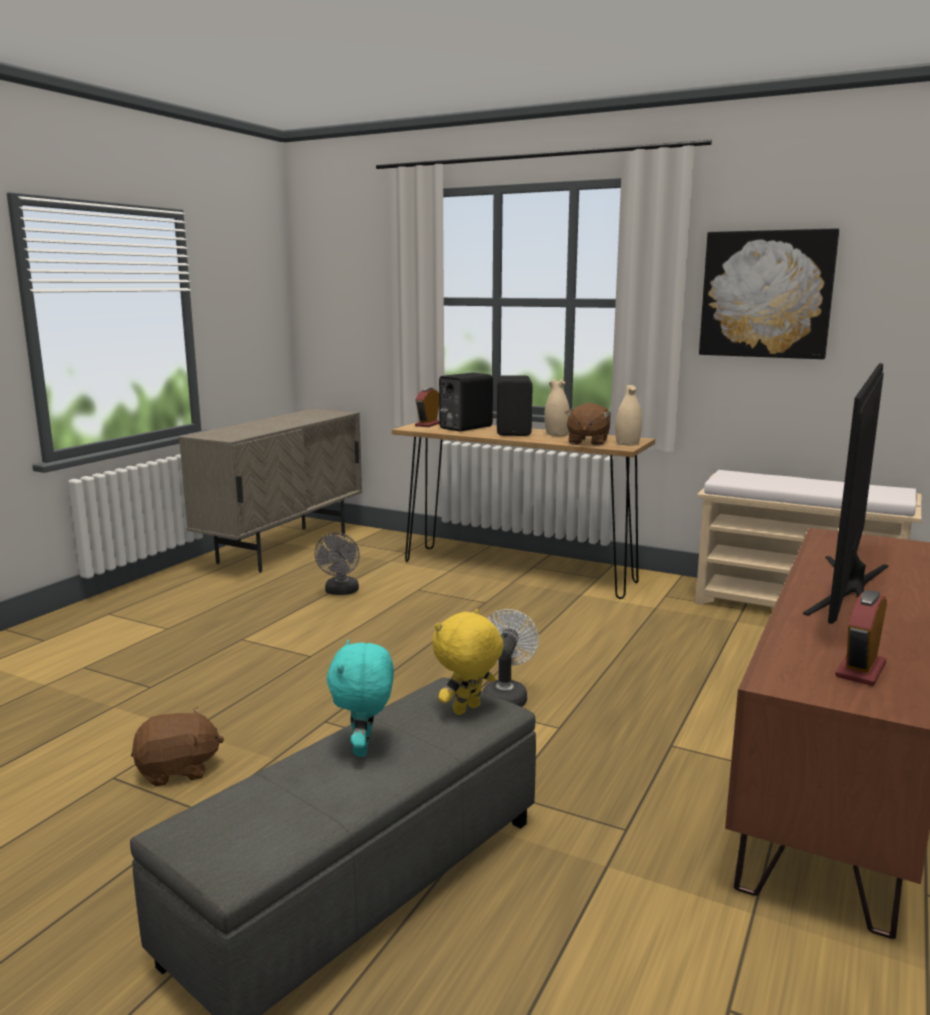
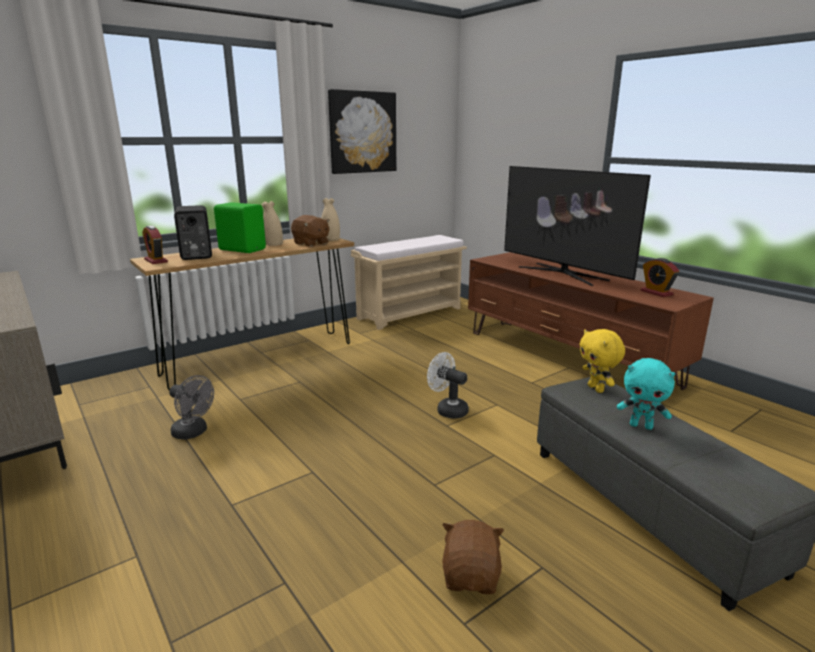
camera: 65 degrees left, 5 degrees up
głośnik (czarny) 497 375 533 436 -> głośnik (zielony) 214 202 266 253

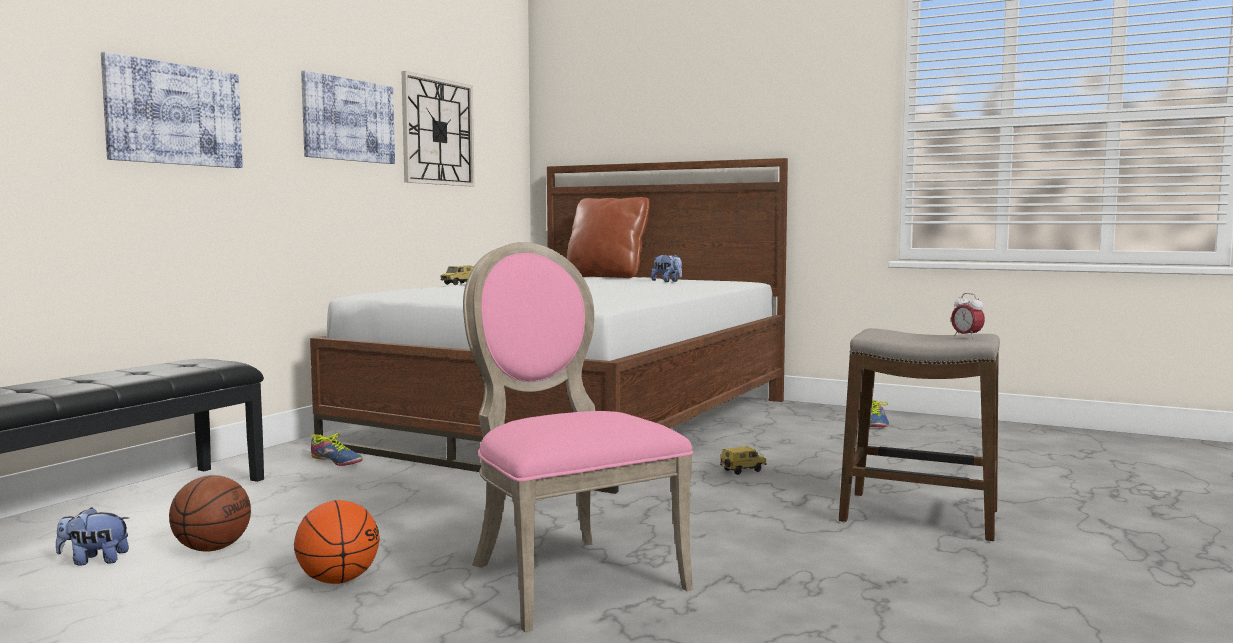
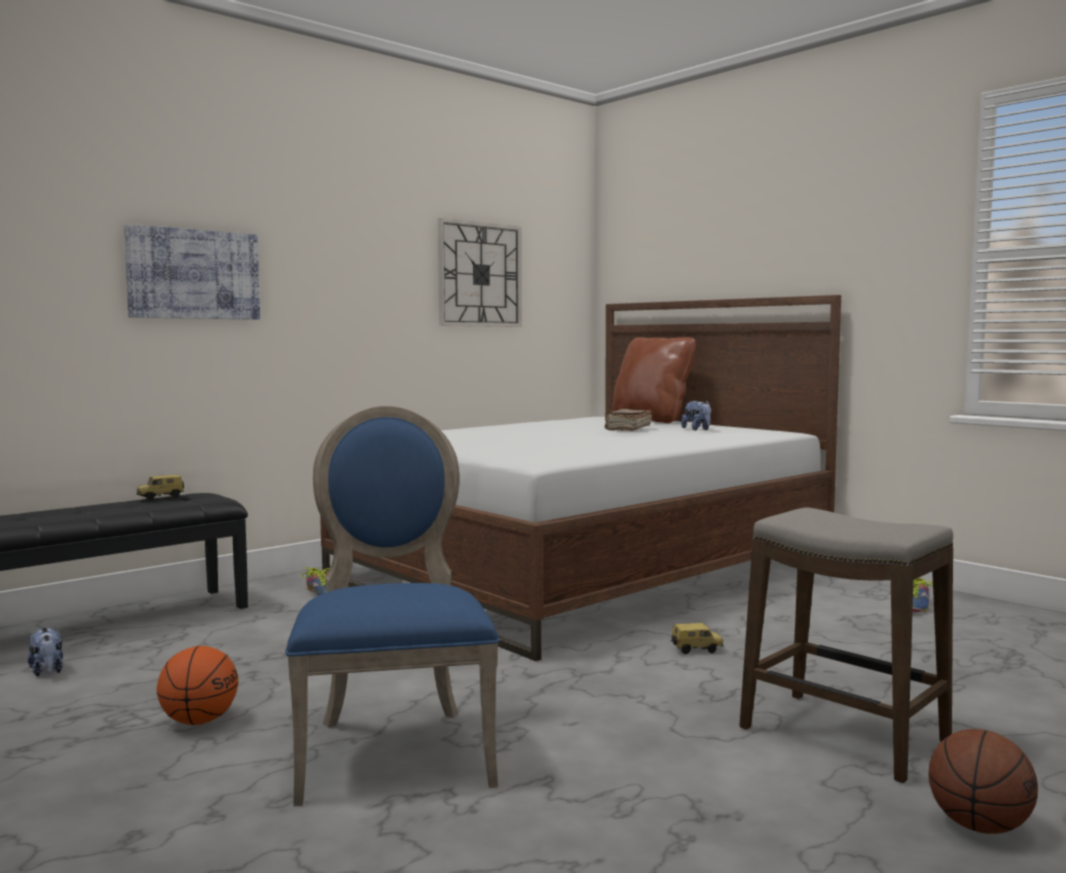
camera: 20 degrees right, 0 degrees up
pluszak 56 507 129 566 -> pluszak 28 628 63 677, 135 degrees counterclockwise
piłka do koszykówki 169 475 251 552 -> piłka do koszykówki 929 729 1038 834, shifted
obraz 301 70 395 164 -> none
samochodzik 440 266 474 285 -> samochodzik 136 475 184 501, shifted
krzesło (różowy) 463 242 693 632 -> krzesło (niebieski) 285 406 500 806
budzik 951 293 985 337 -> none
none -> książka (brązowy) 604 409 652 431

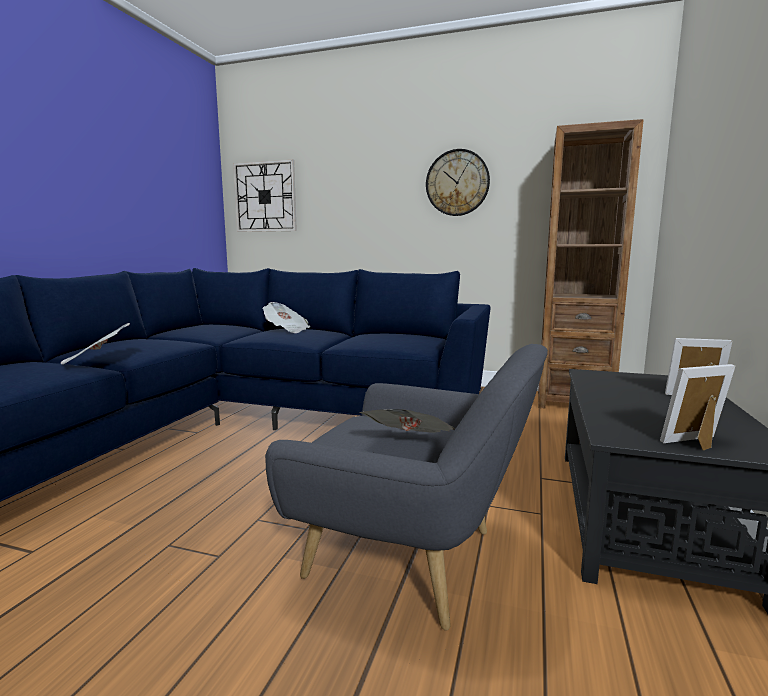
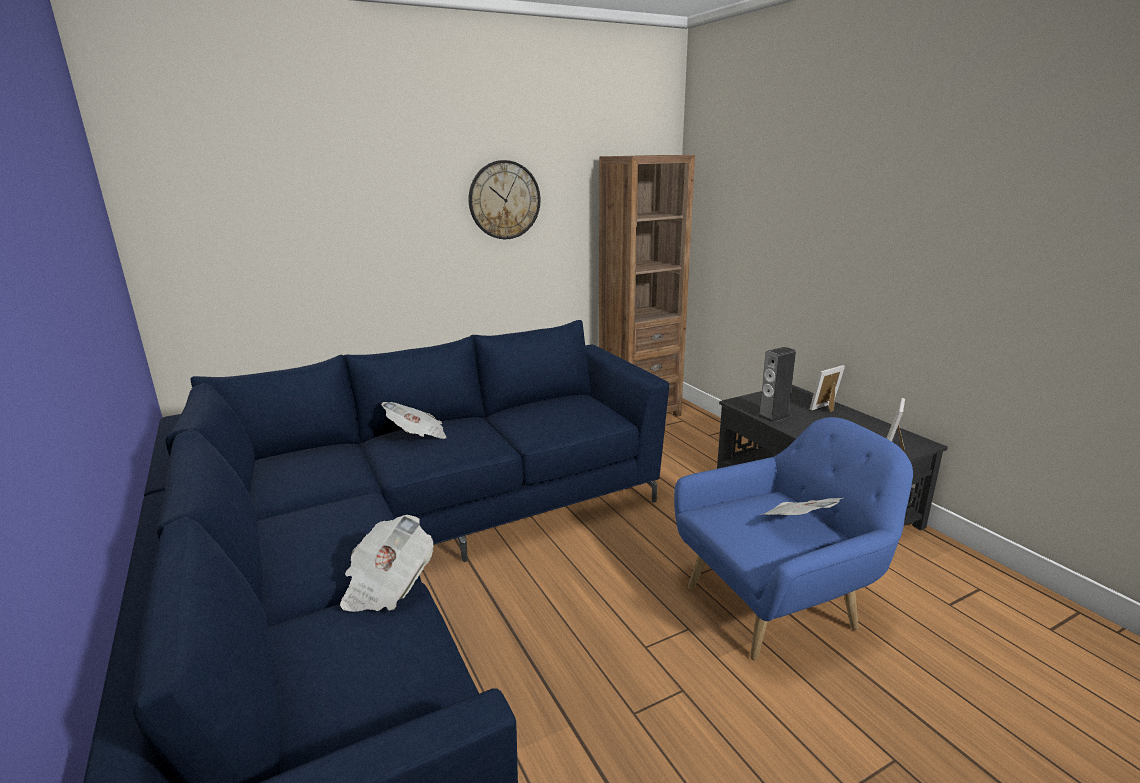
camera: 45 degrees left, 10 degrees up
zegar ścienny 233 159 297 232 -> none
fotel (szary) 265 344 548 630 -> fotel (niebieski) 674 417 913 661
none -> głośnik 757 347 796 423

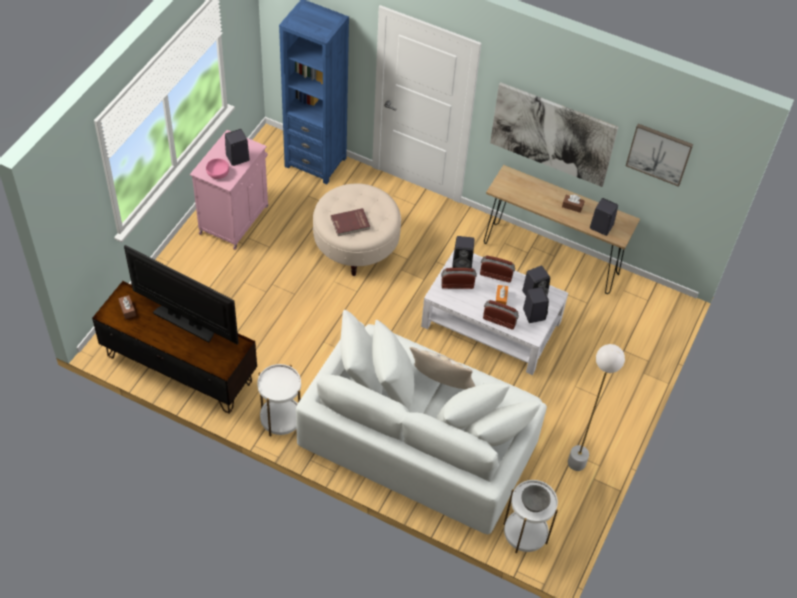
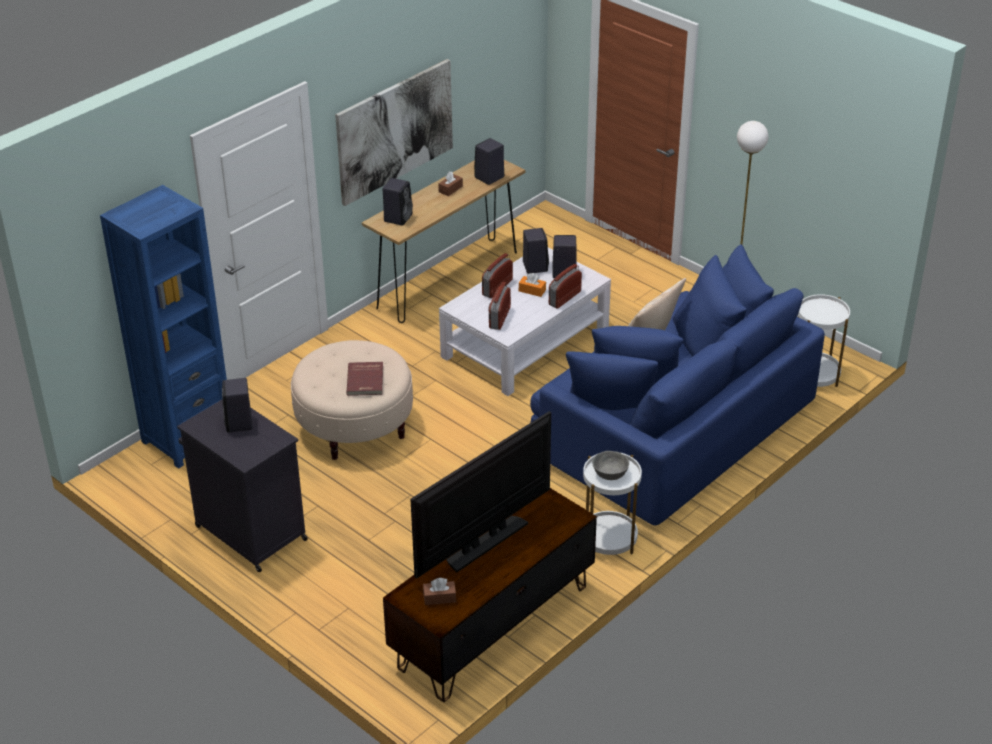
camera: 70 degrees left, 15 degrees down
szafka (różowy) 190 130 269 250 -> szafka (czarny) 177 400 308 572
miska (różowy) 206 158 229 179 -> none
kanapa (biały) 296 310 547 534 -> kanapa (niebieski) 530 244 825 525
głośnik (czarny) 452 236 474 268 -> głośnik (czarny) 383 178 413 226, shifted
miska (szary) 521 485 551 512 -> miska (szary) 592 451 629 480, shifted
obraz 626 124 693 187 -> none

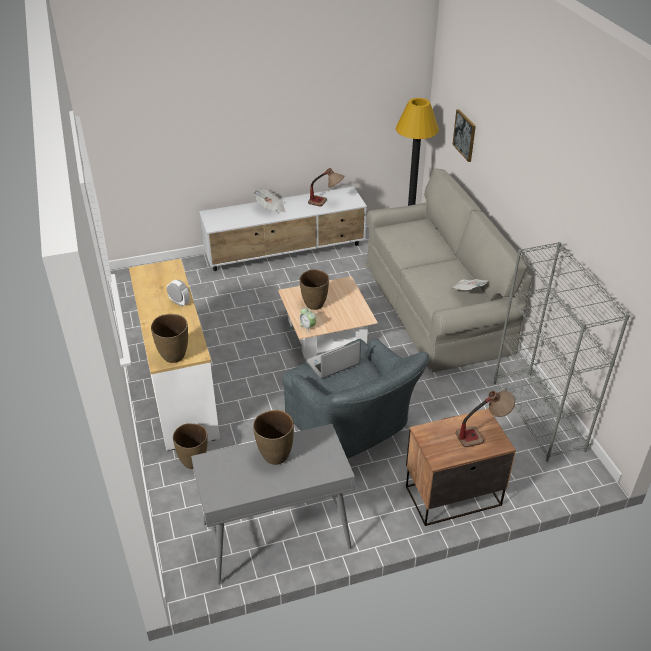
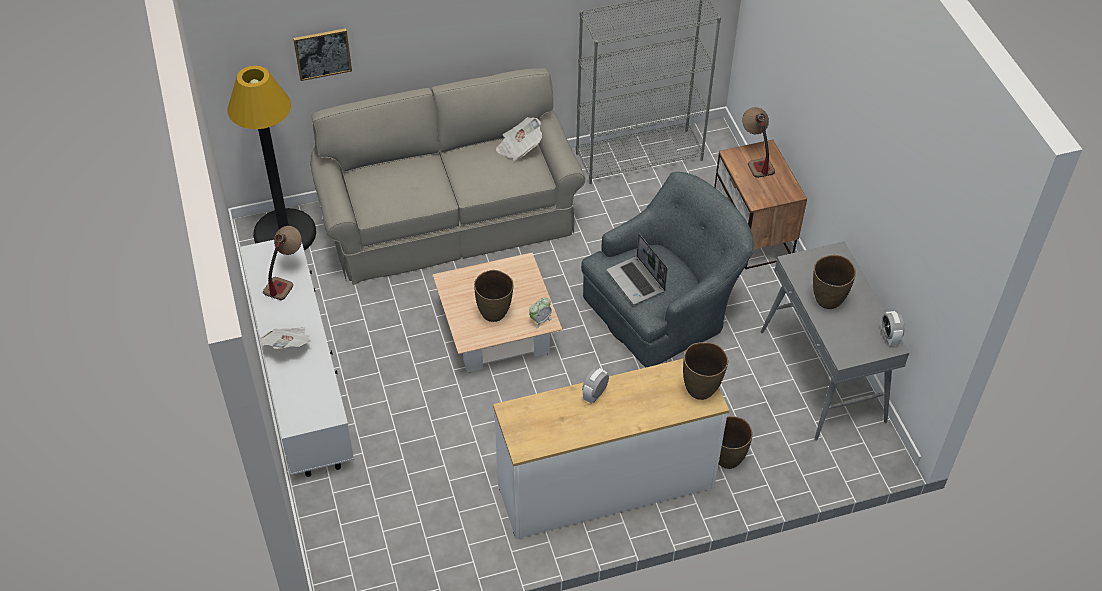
camera: 90 degrees left, 10 degrees up
none -> budzik 882 311 904 346

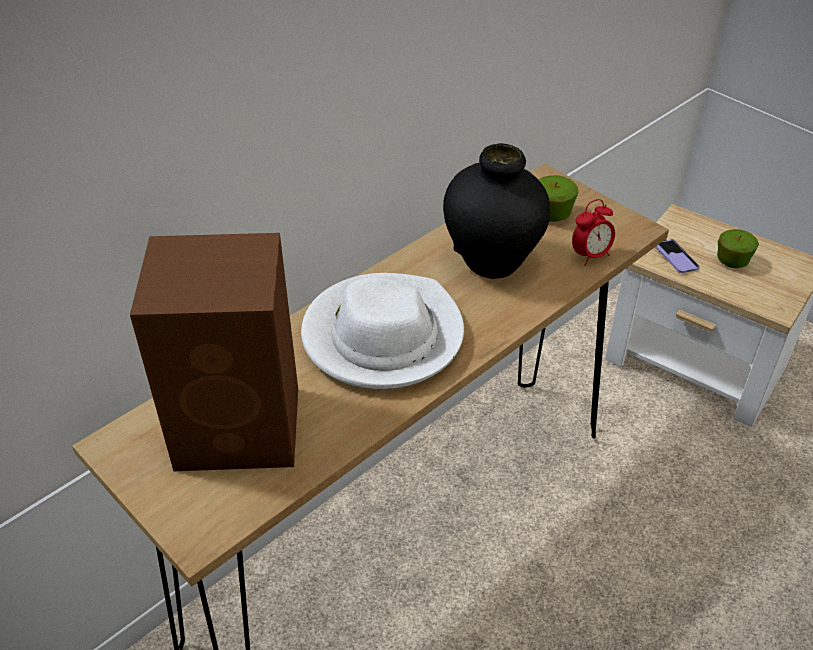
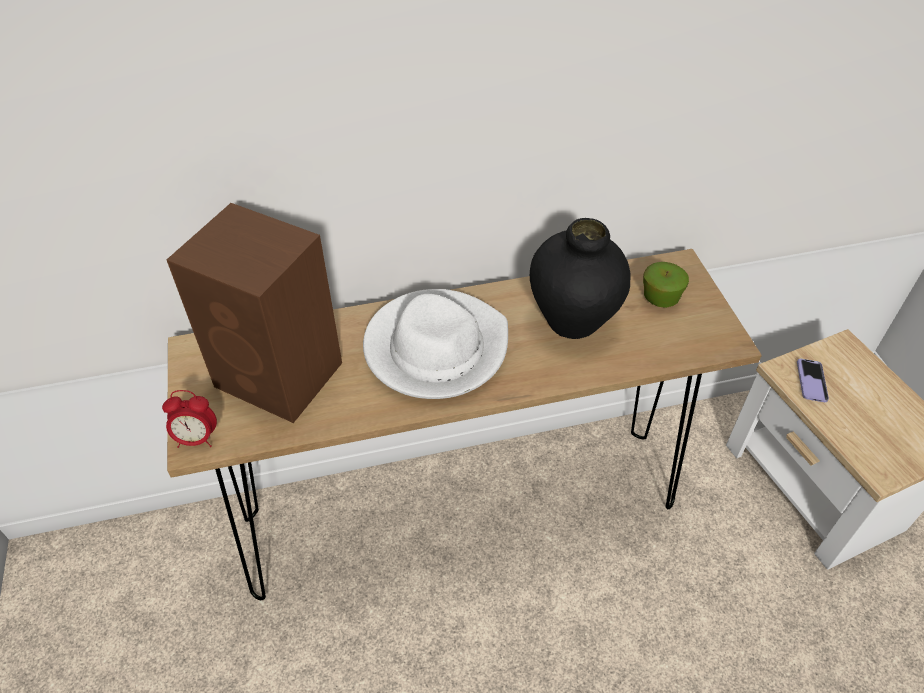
camera: 30 degrees right, 5 degrees up
budzik 572 199 615 266 -> budzik 162 390 217 448, shifted
jabłko 717 229 759 268 -> none

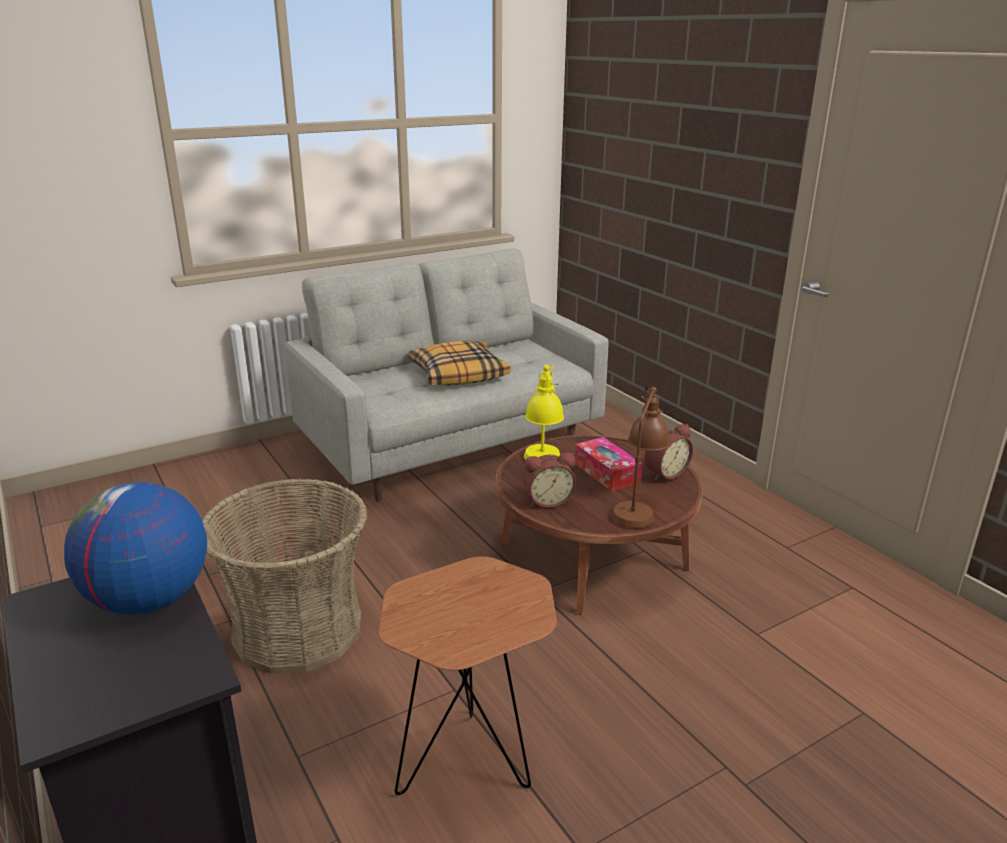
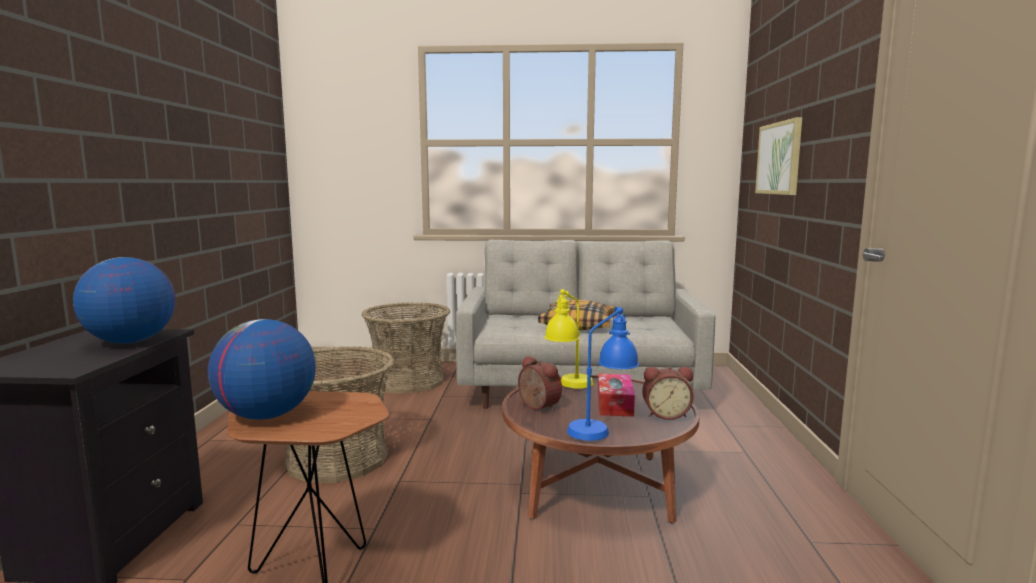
camera: 35 degrees right, 15 degrees down
budzik 523 452 576 508 -> budzik 518 356 562 411, 150 degrees counterclockwise
lampa stołowa (brązowy) 611 386 670 528 -> lampa stołowa (niebieski) 567 307 639 441
none -> globus 208 319 315 420
none -> koszyk 361 302 450 393
none -> obraz 755 117 802 195

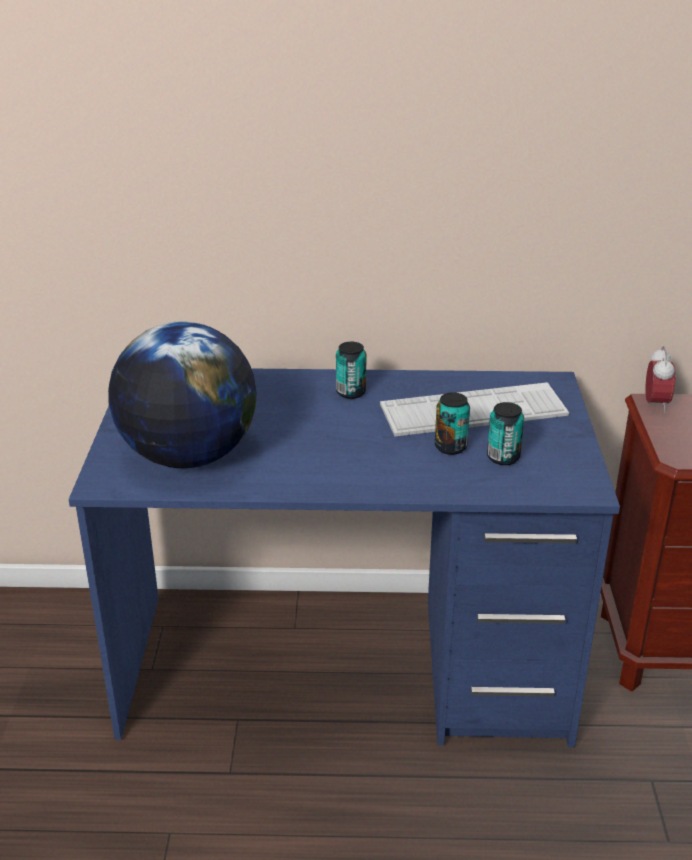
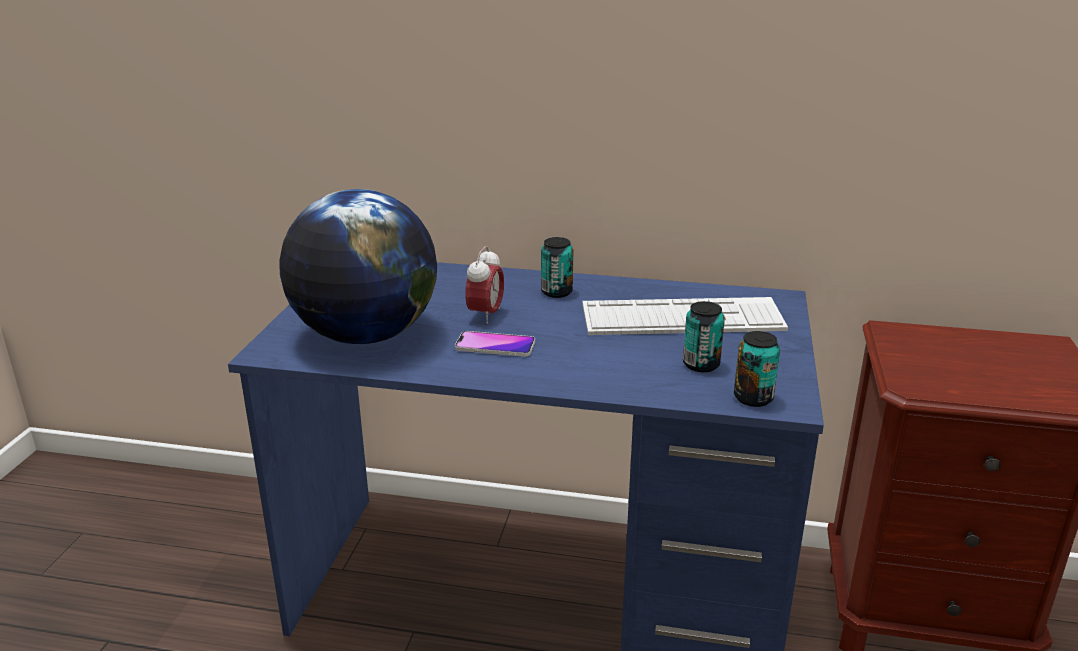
camera: 10 degrees right, 5 degrees down
puszka 435 392 470 455 -> puszka 734 331 780 407, shifted
budzik 645 346 675 413 -> budzik 465 246 504 324, shifted
none -> telefon 455 331 535 357

